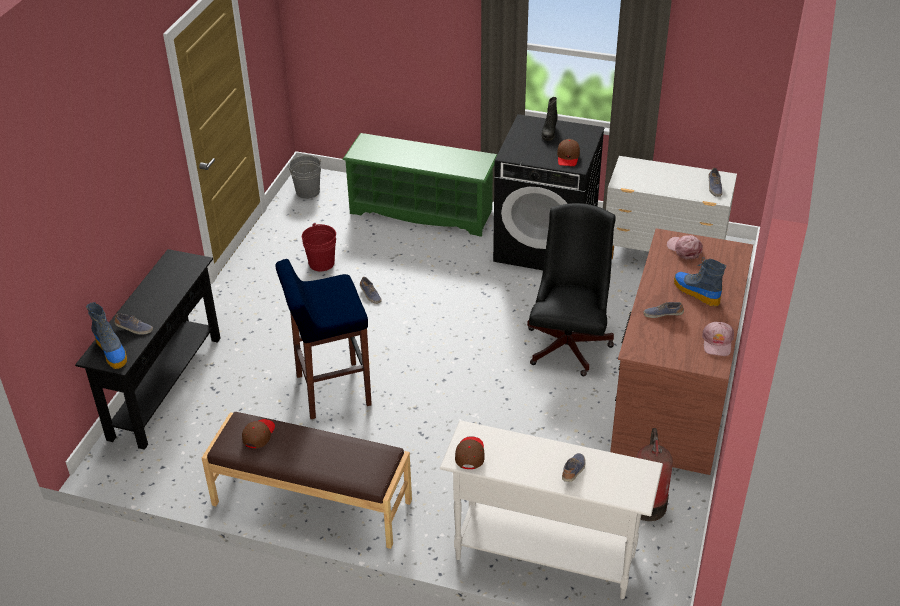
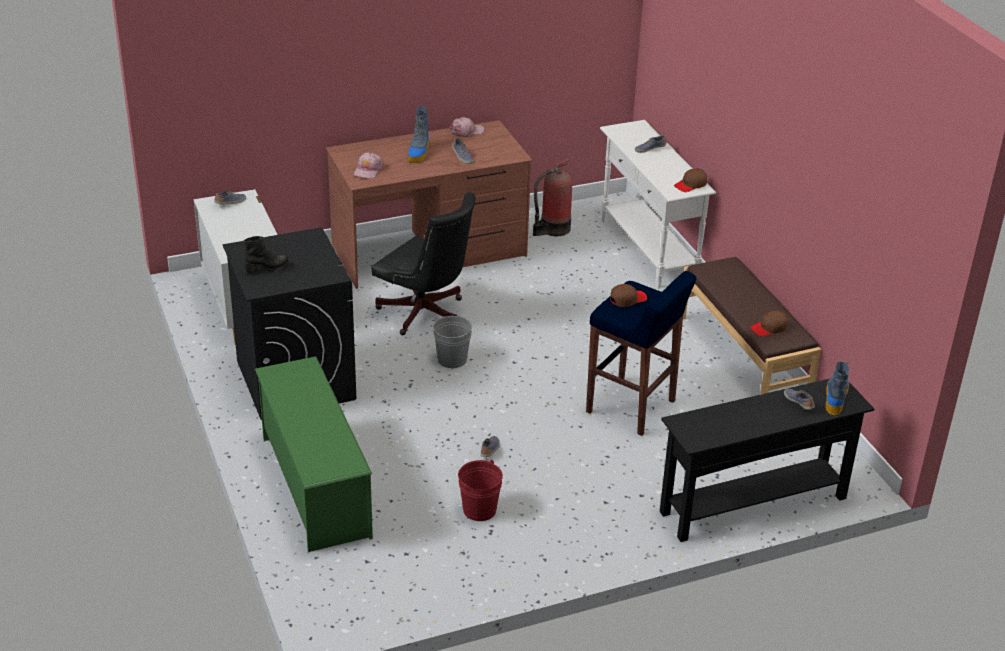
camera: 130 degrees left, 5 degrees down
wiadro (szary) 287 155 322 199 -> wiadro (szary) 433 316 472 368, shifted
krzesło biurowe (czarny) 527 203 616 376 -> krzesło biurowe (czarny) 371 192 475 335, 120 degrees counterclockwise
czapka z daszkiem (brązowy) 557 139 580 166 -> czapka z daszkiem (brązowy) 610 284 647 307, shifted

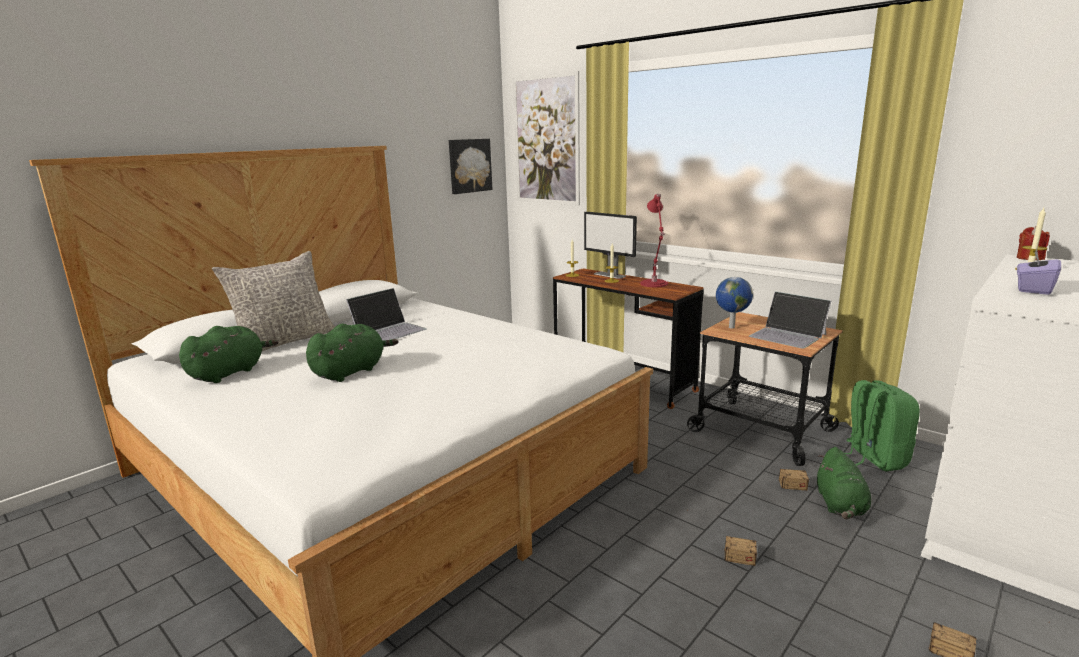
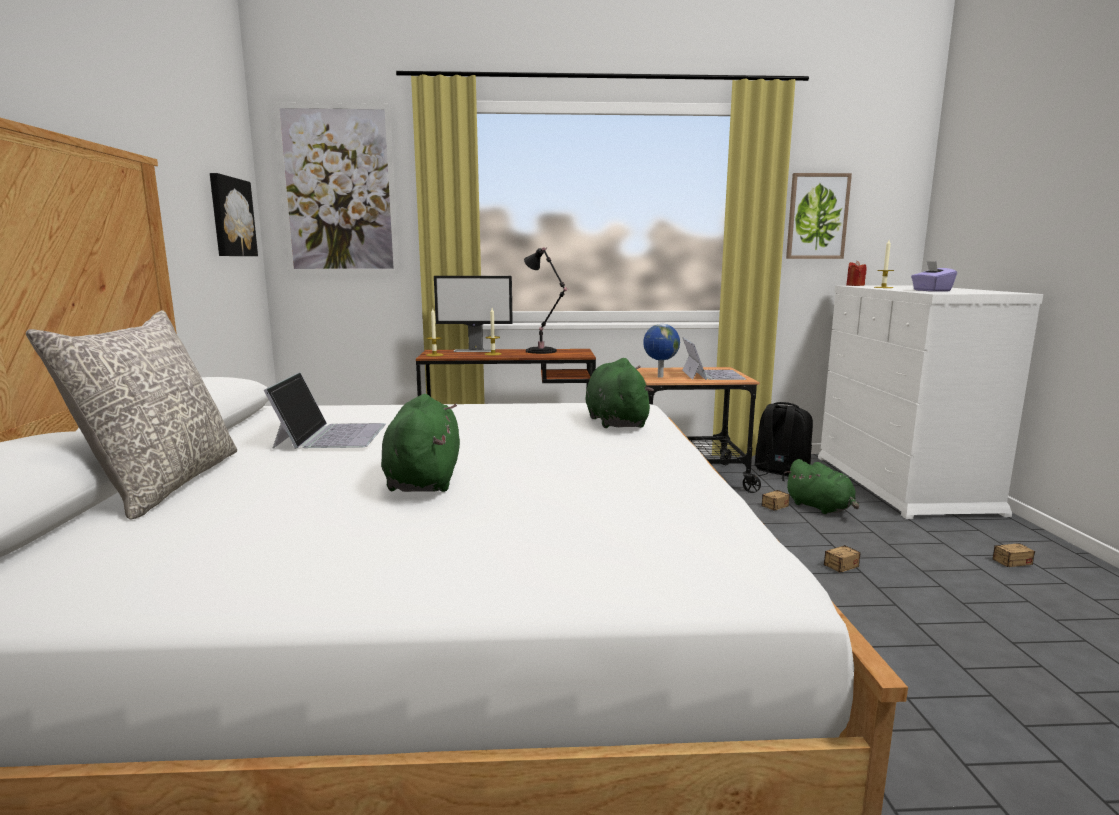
camera: 45 degrees left, 5 degrees down
pluszak (zielony) 179 326 278 383 -> pluszak (zielony) 585 358 654 428, shifted
lampa stołowa (czerwony) 640 194 668 287 -> lampa stołowa (czarny) 524 247 568 354
laptop 749 291 831 349 -> laptop 683 337 746 380, 90 degrees counterclockwise
plecak (zielony) 845 380 920 471 -> plecak (czarny) 755 402 813 481
none -> obraz 786 173 852 259

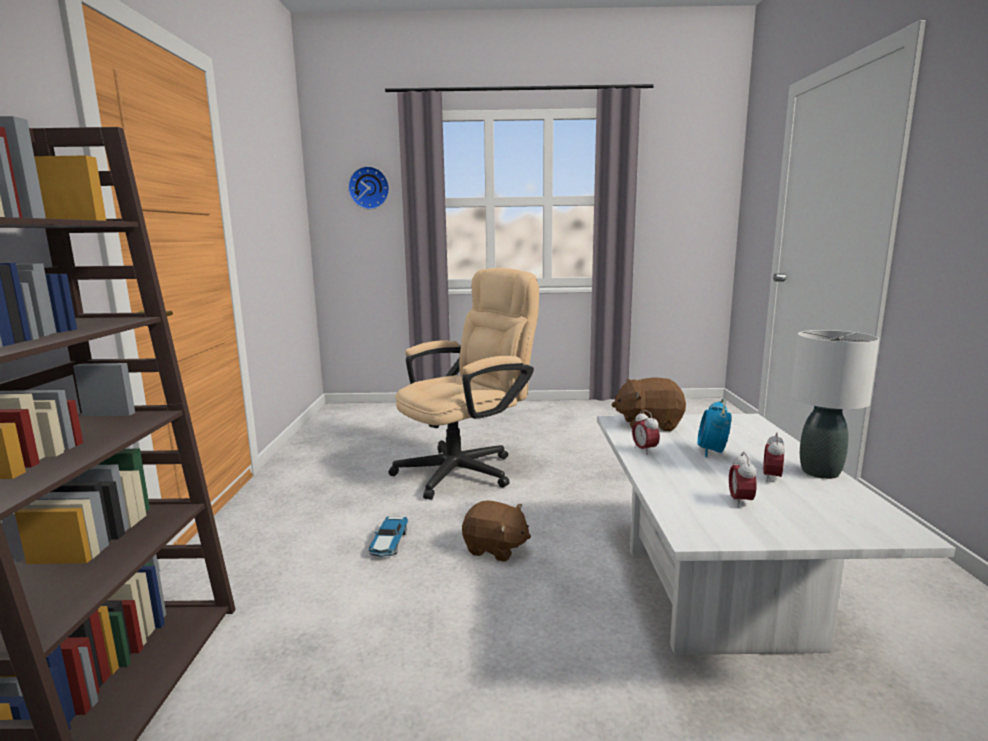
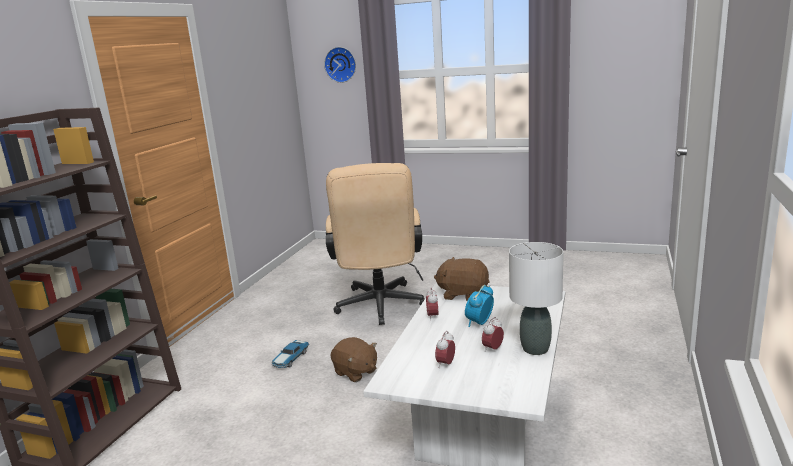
camera: 20 degrees right, 5 degrees up
krzesło biurowe (beżowy) 388 268 539 500 -> krzesło biurowe (beżowy) 326 163 425 325, 105 degrees clockwise

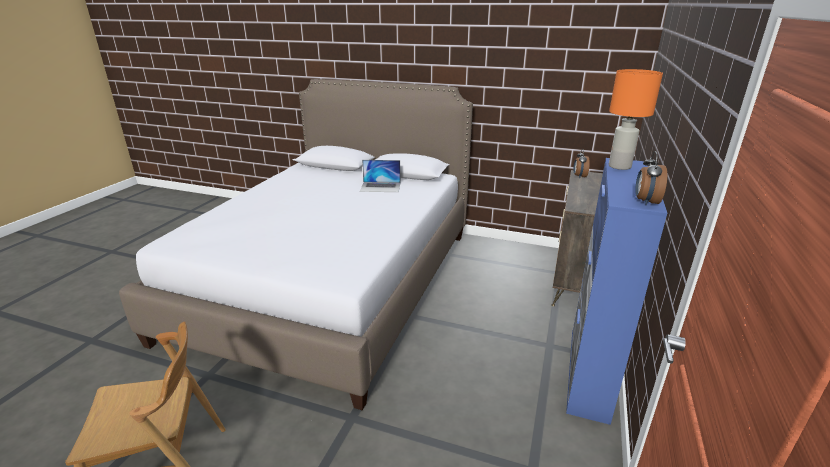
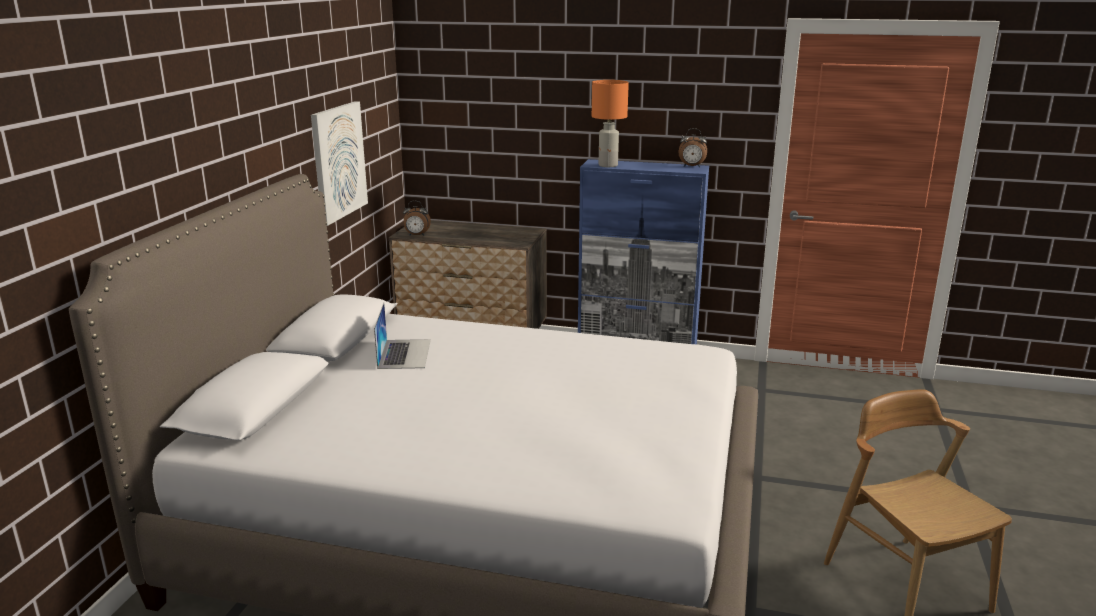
camera: 95 degrees left, 5 degrees down
none -> obraz 311 101 368 226

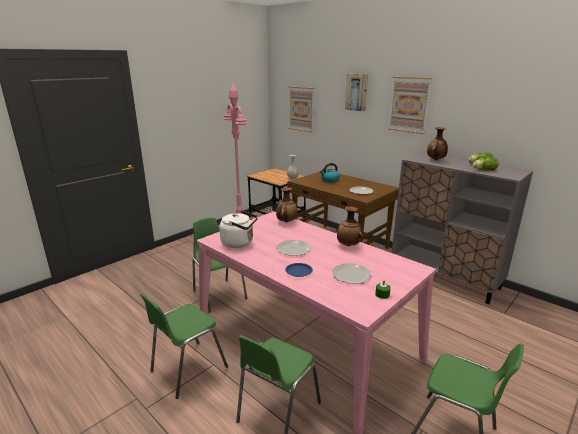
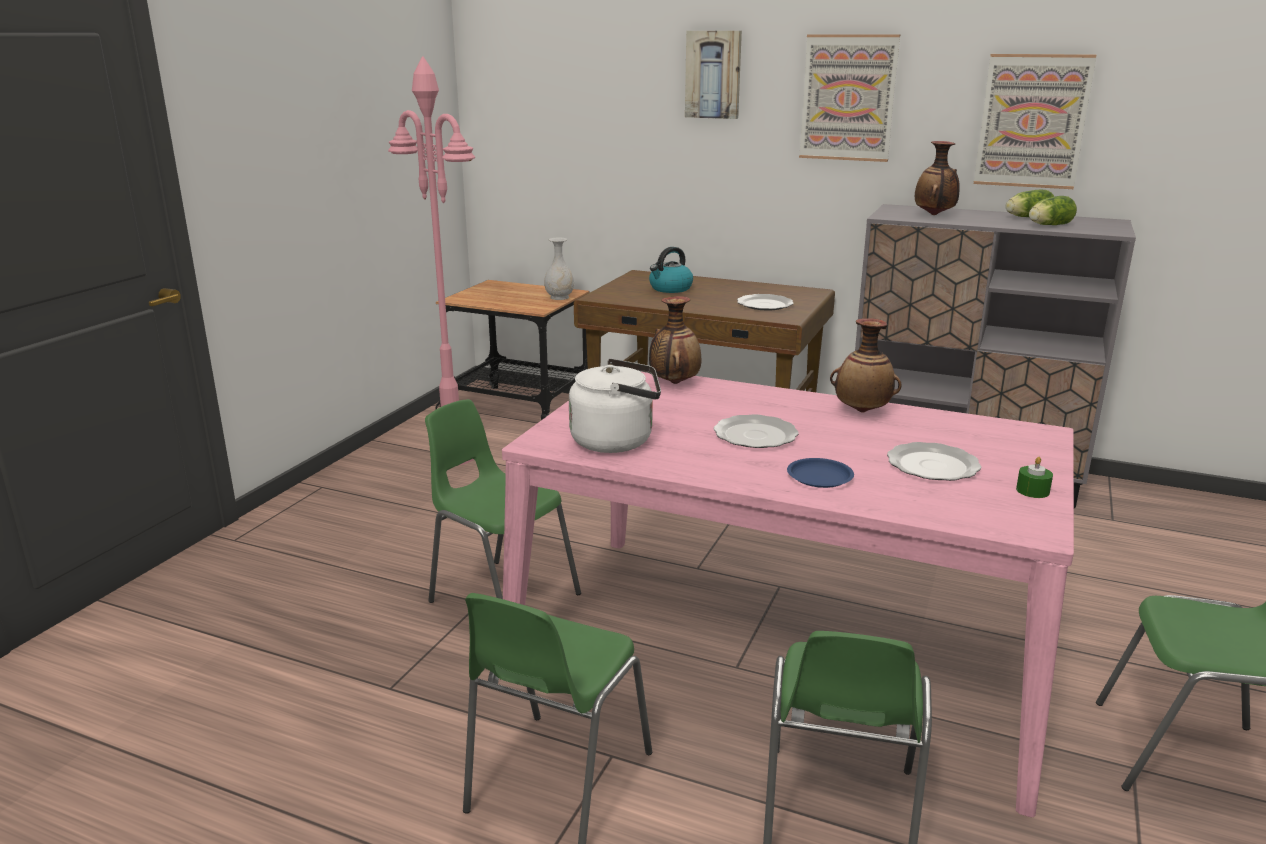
camera: 20 degrees left, 0 degrees up
obraz 289 86 314 132 -> obraz 974 54 1097 189, shifted

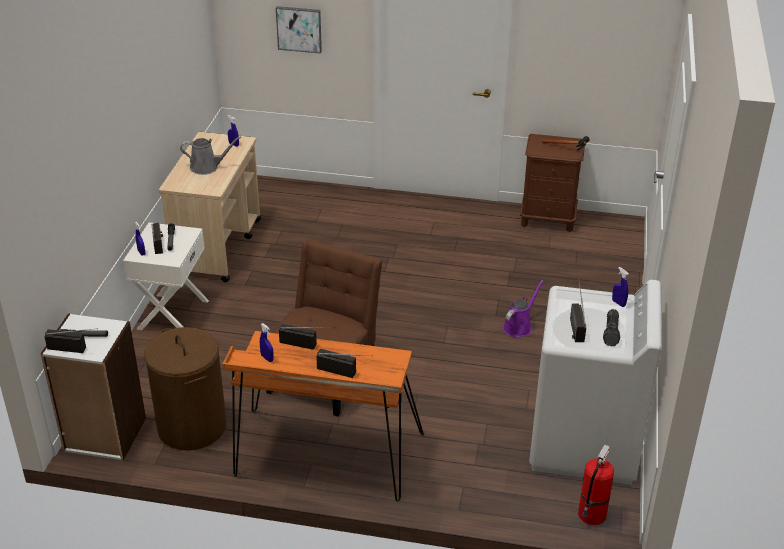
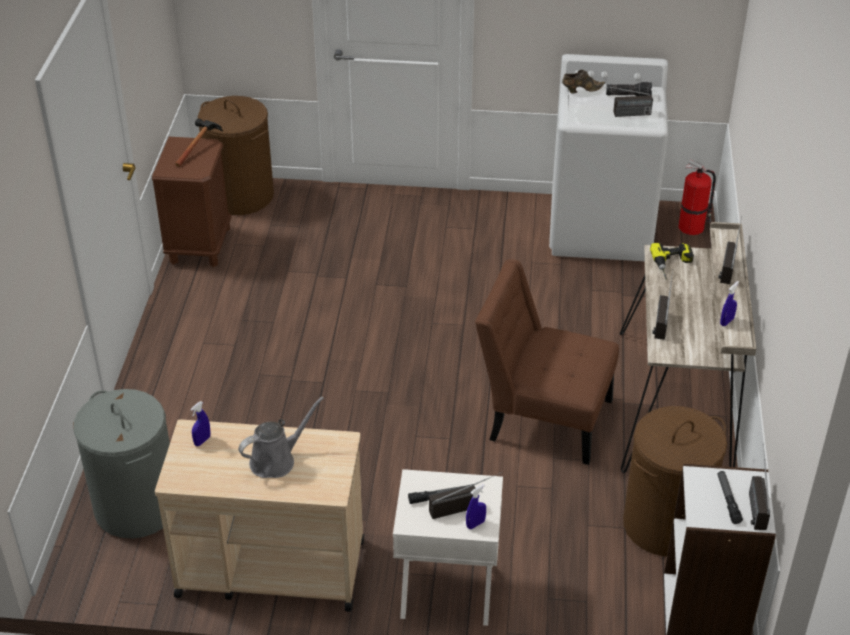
camera: 95 degrees left, 5 degrees up
konewka (szary) 180 137 241 175 -> konewka (szary) 238 397 324 478, 60 degrees clockwise
biurko (pomarańczowy) 222 331 424 501 -> biurko (beżowy) 620 222 756 473
obraz 276 6 322 54 -> none
konewka (fioletowy) 503 280 543 337 -> none
spryskiwacz (niebieski) 612 267 628 307 -> but (brązowy) 562 70 605 93
none -> kosz na pranie (szary) 73 389 170 539
none -> kosz na pranie (brązowy) 198 96 274 215
none -> wiertarka 650 243 694 279

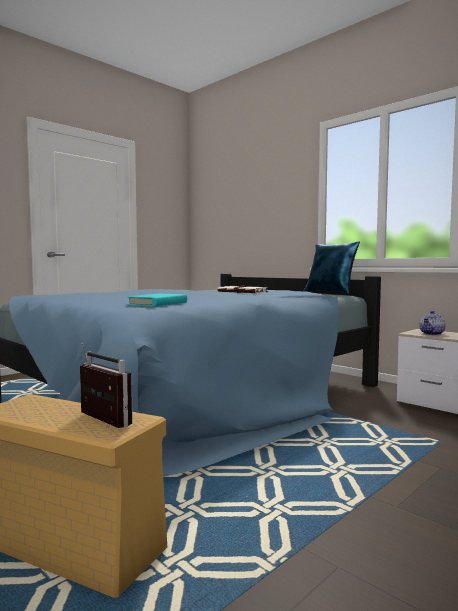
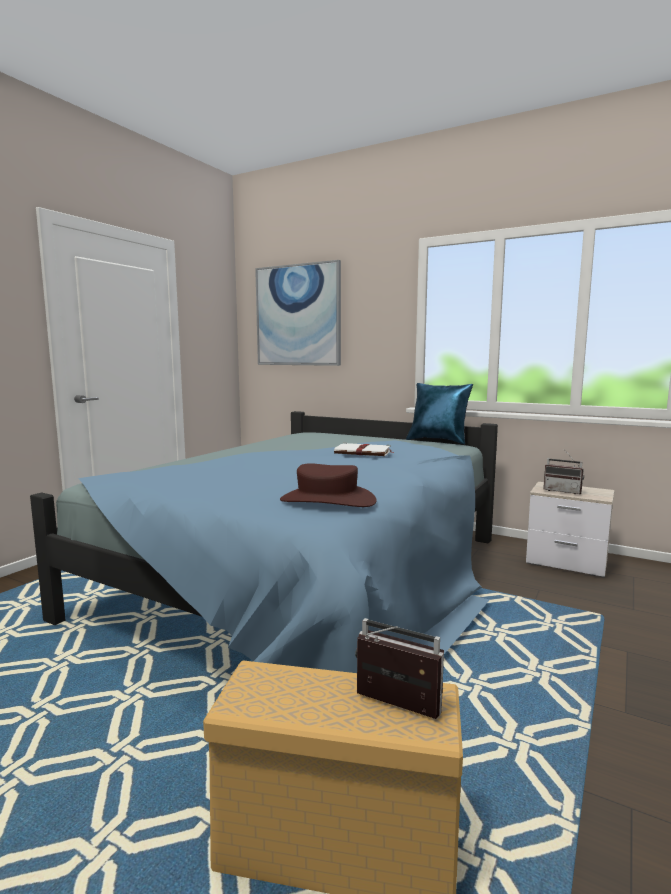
camera: 15 degrees left, 5 degrees up
książka (turkusowy) 127 294 187 306 -> kapelusz (brązowy) 280 463 377 507
imbryk 420 311 446 335 -> radio 543 451 584 494
none -> obraz 255 260 341 366

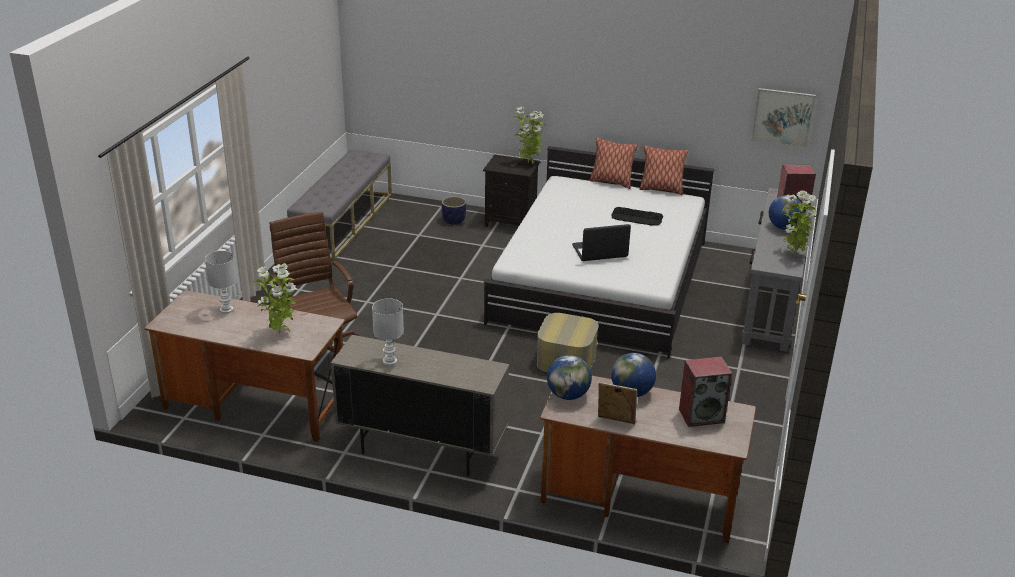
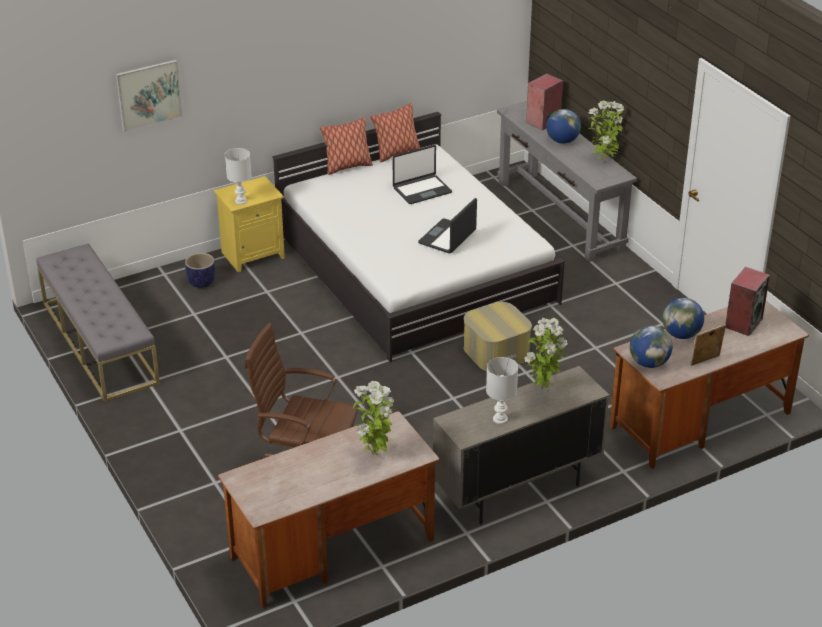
camera: 45 degrees left, 5 degrees up
lampa stołowa (biały) 205 251 237 314 -> lampa stołowa (biały) 225 148 252 205, shifted
szafka nocna (czarny) 483 155 540 227 -> szafka nocna (żółty) 214 176 285 272
roślina doniczkowa 513 107 546 164 -> roślina doniczkowa 524 318 568 388, shifted
klawiatura 611 207 663 226 -> laptop 393 145 452 204
obraz 751 88 816 148 -> obraz 116 60 183 132, shifted

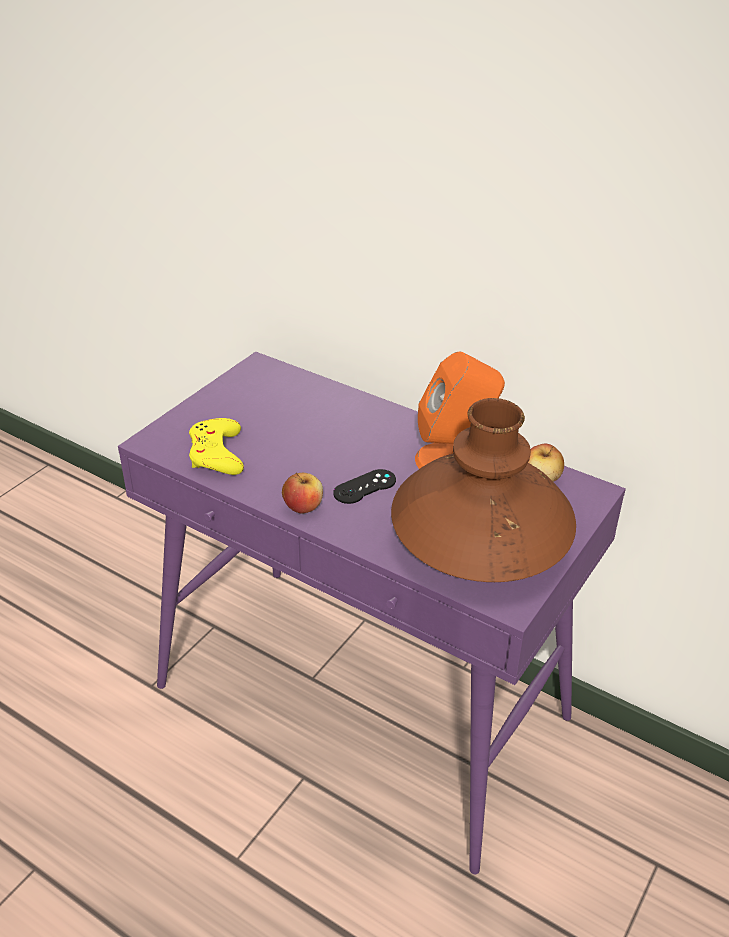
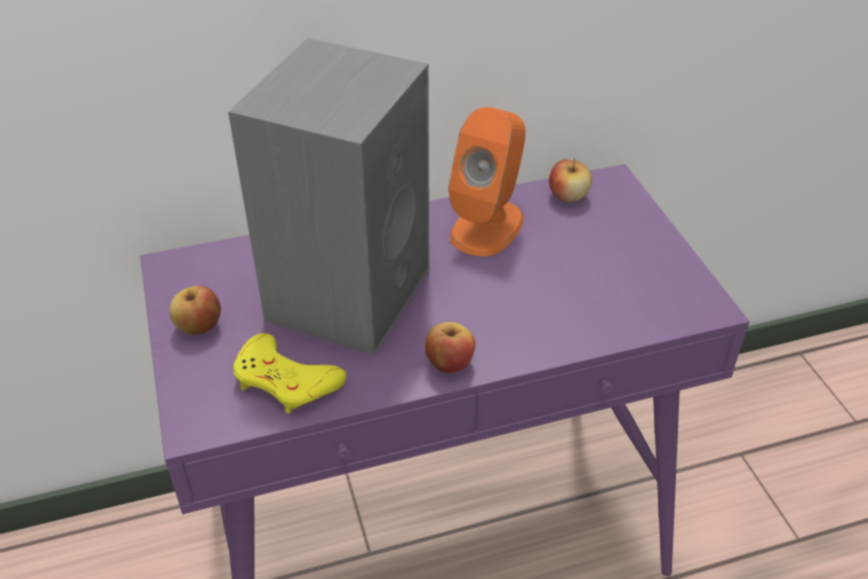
camera: 50 degrees left, 5 degrees up
pad do gier (czarny) 333 469 396 504 -> none
wazon (brązowy) 391 398 576 582 -> none
none -> jabłko 169 286 221 335
none -> głośnik (szary) 228 38 429 355

